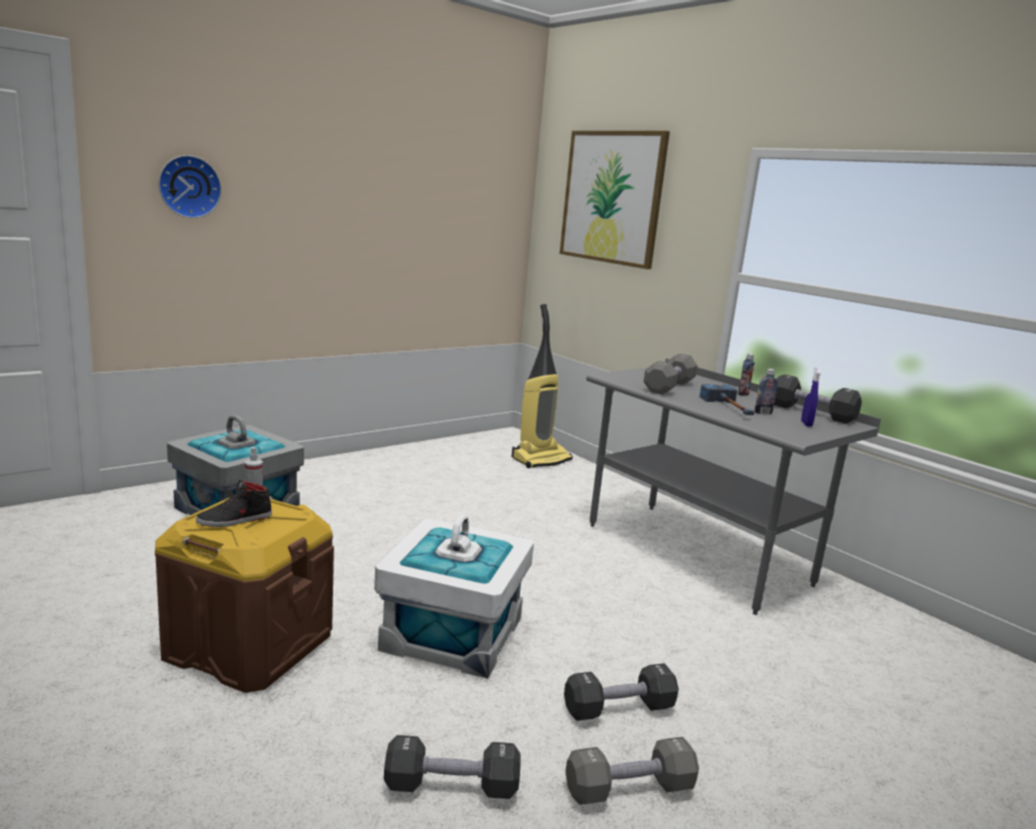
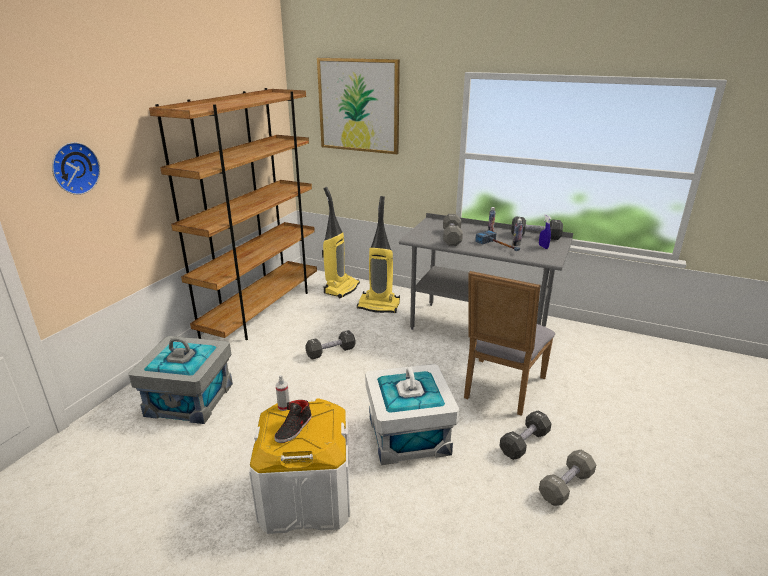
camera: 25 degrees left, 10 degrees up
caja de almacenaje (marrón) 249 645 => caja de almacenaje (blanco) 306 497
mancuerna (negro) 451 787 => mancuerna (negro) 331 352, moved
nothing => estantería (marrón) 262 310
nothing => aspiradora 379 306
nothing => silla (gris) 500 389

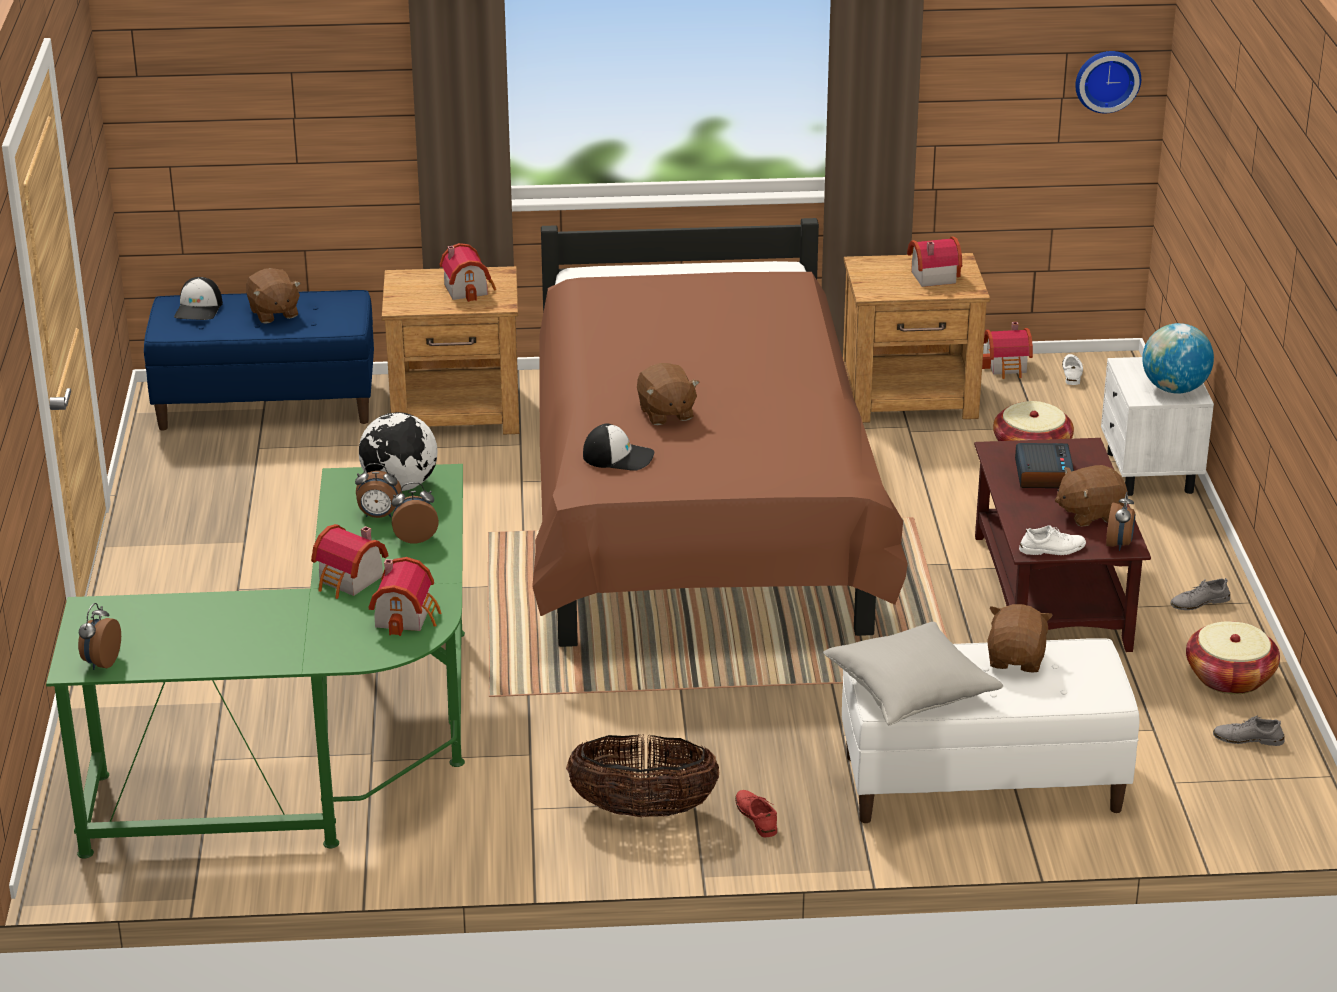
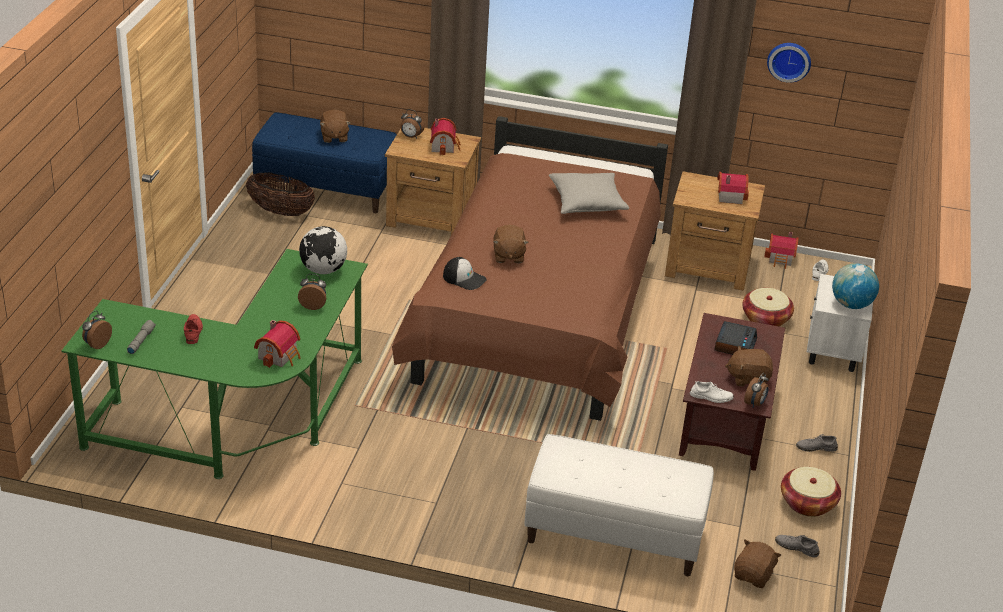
camera: 15 degrees right, 5 degrees up
reloj de pared 1107 79 => reloj de pared 789 61, moved
gorra 199 309 => nothing
despertador 378 516 => despertador 411 137, moved
casita 350 581 => nothing
peluche (marrón) 1016 659 => peluche (marrón) 753 575, moved
cojín (gris) 911 690 => cojín (gris) 587 202, moved
cesta 643 810 => cesta 280 212, moved
zapato (rojo) 756 817 => zapato (rojo) 193 331, moved
nothing => linterna (gris) 141 340

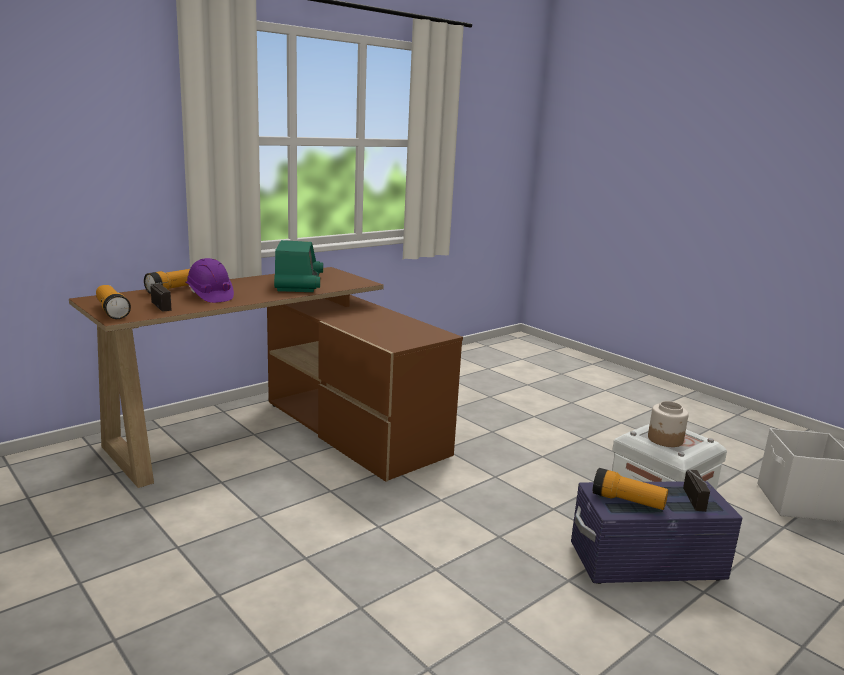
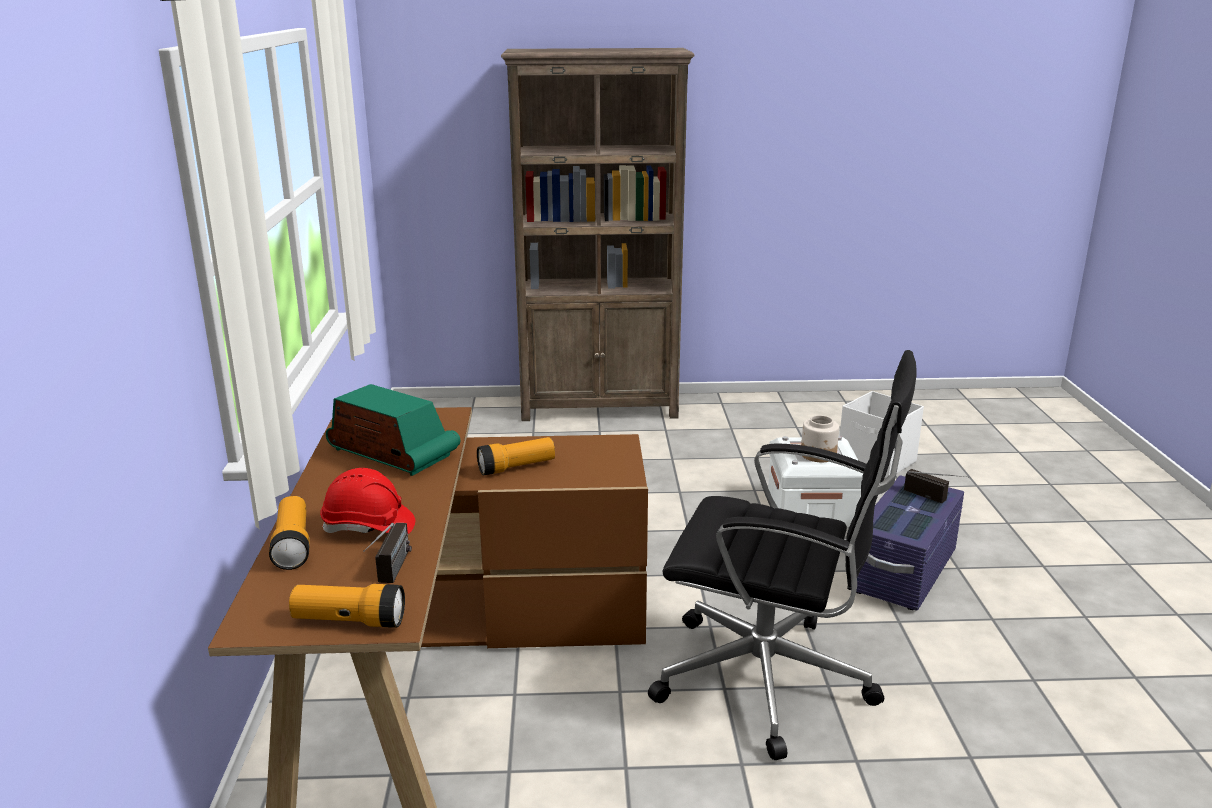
camera: 50 degrees left, 5 degrees up
casco (morado) 210 296 => casco (rojo) 369 527
radio 165 308 => radio 391 575, 90 degrees clockwise
linterna 628 501 => linterna 516 467, moved
nothing => estantería (marrón) 600 408
nothing => silla de oficina (negro) 770 681

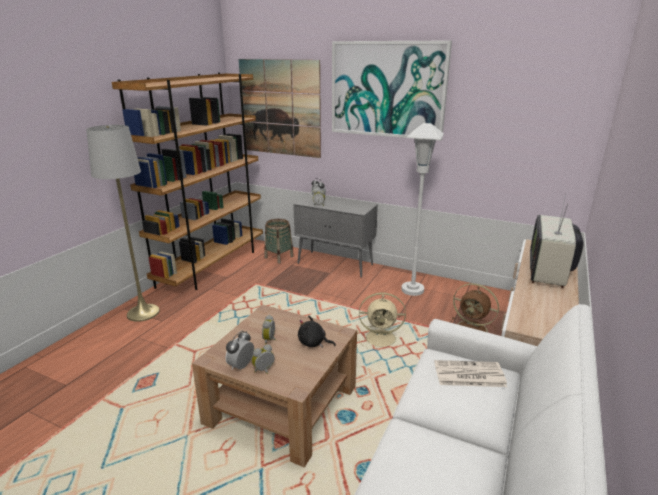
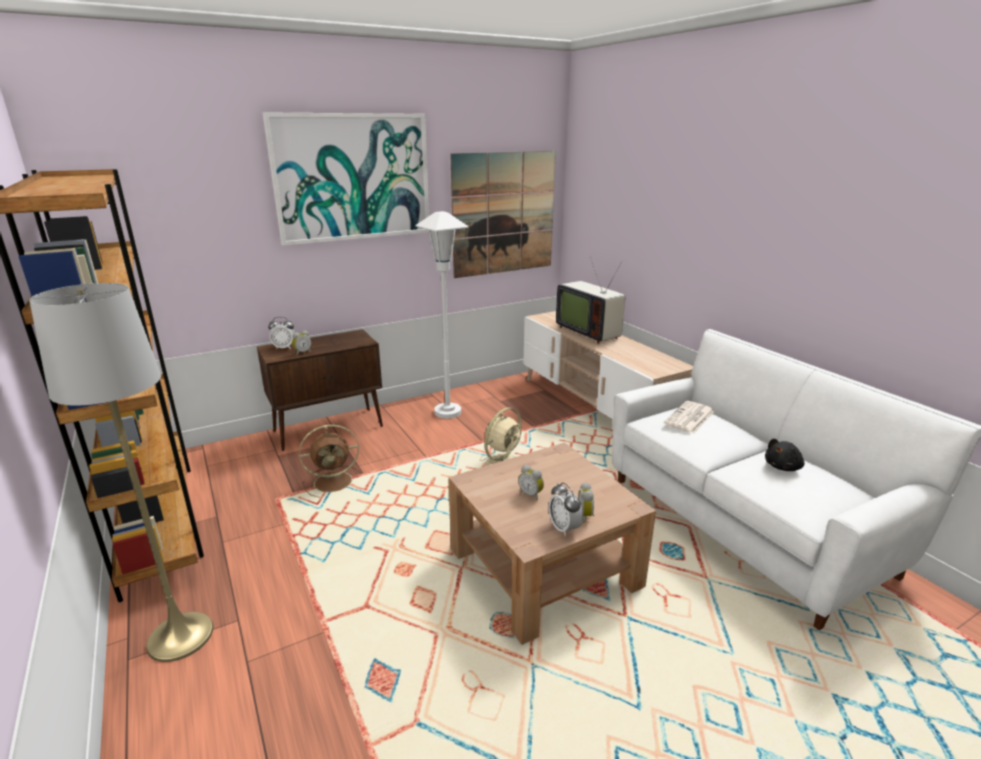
camera: 55 degrees left, 0 degrees up
cuadro 280 108 => cuadro 504 214, moved
armario (gris) 335 264 => armario (marrón) 329 428
cesta 279 257 => nothing
ventilador (marrón) 473 329 => ventilador (marrón) 335 482, moved
peluche (negro) 313 343 => peluche (negro) 783 467, moved

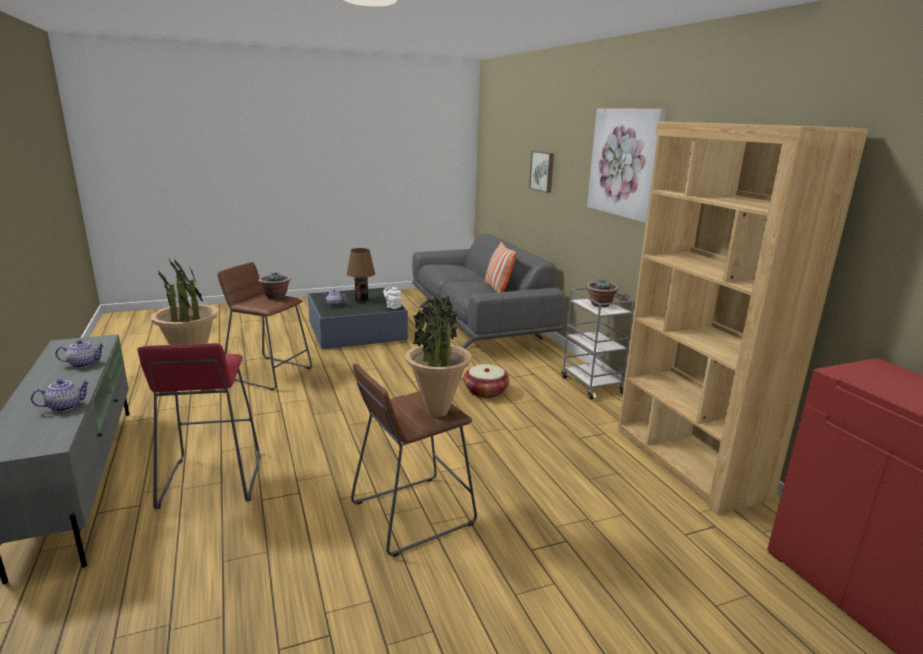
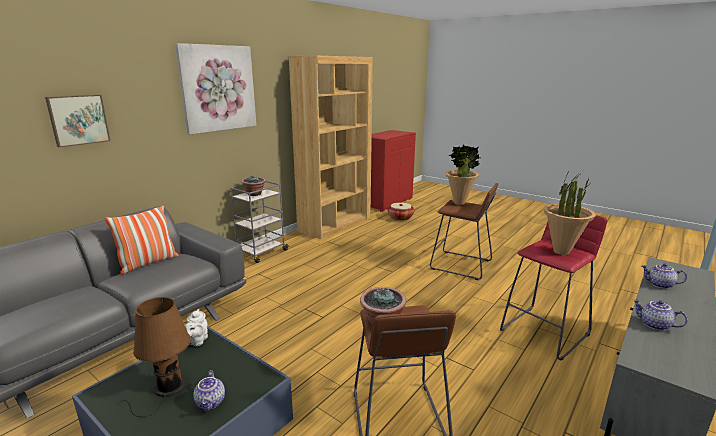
camera: 120 degrees left, 0 degrees up
cesta 485 391 => cesta 400 217, moved

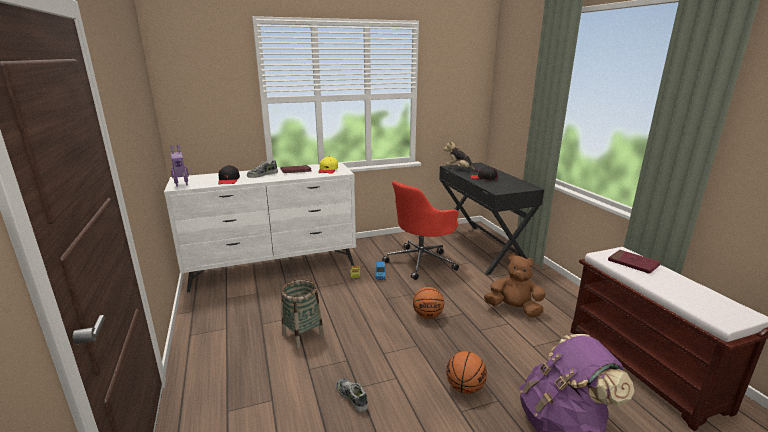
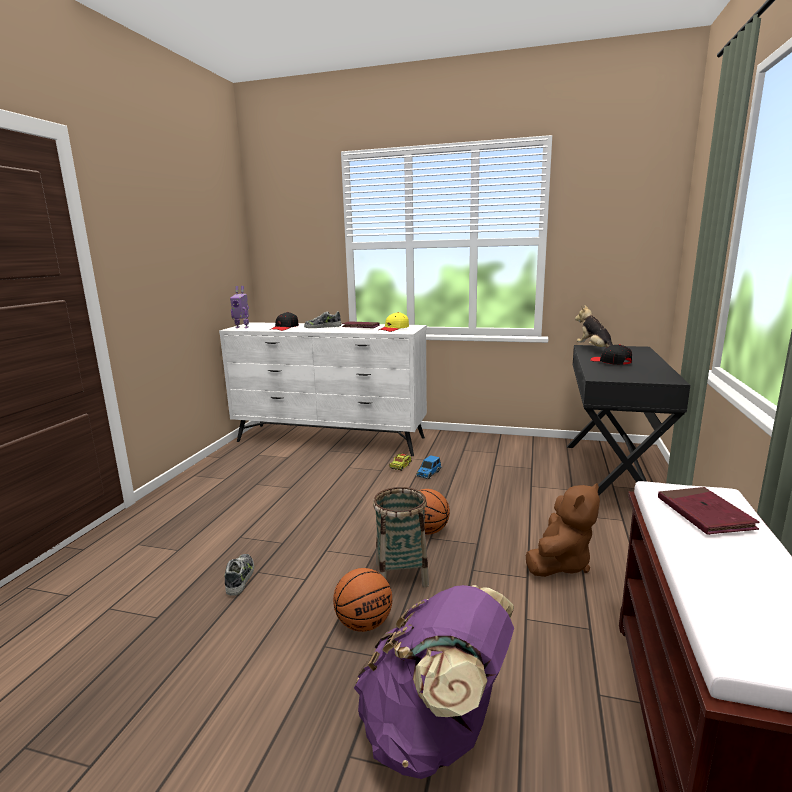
camera: 35 degrees right, 5 degrees down
silla de oficina (rojo) 421 262 => nothing
peluche (marrón) 513 309 => peluche (marrón) 560 563, 75 degrees clockwise
cesta 303 335 => cesta 401 574, moved

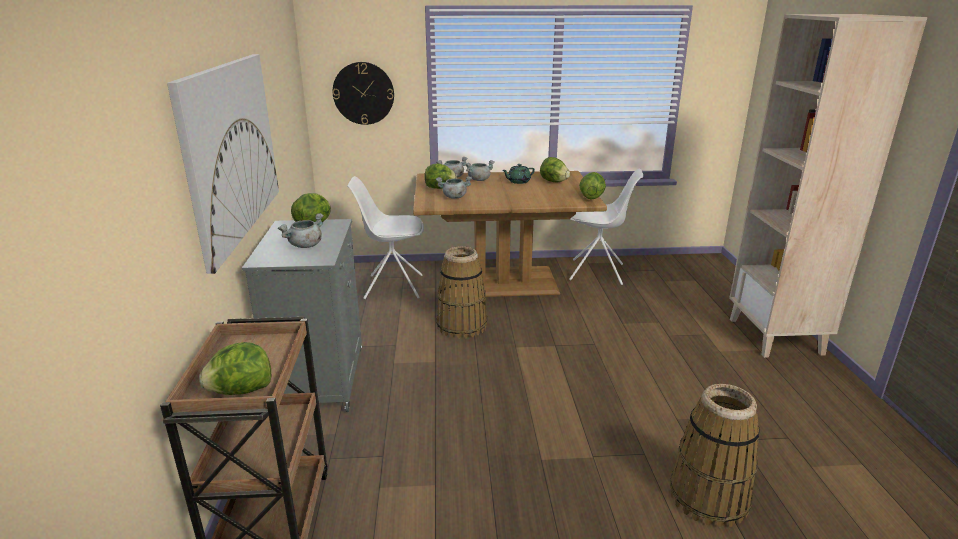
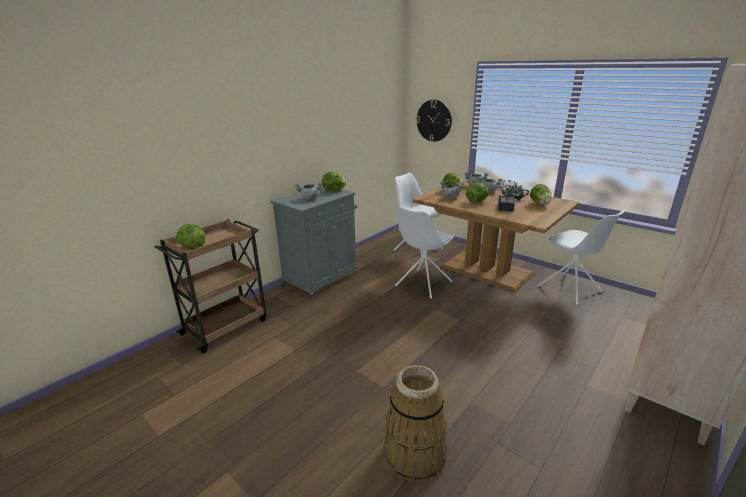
camera: 45 degrees right, 0 degrees up
cuadro 232 150 => nothing
lechuga 591 197 => lechuga 477 201, moved
cesta 461 325 => silla (blanco) 423 284
nothing => planta en maceta 505 208

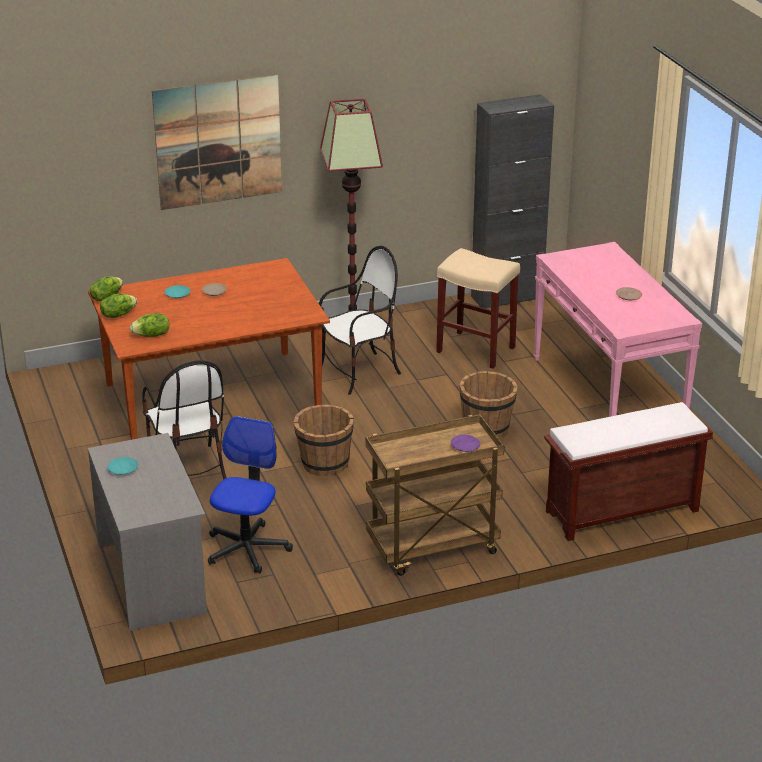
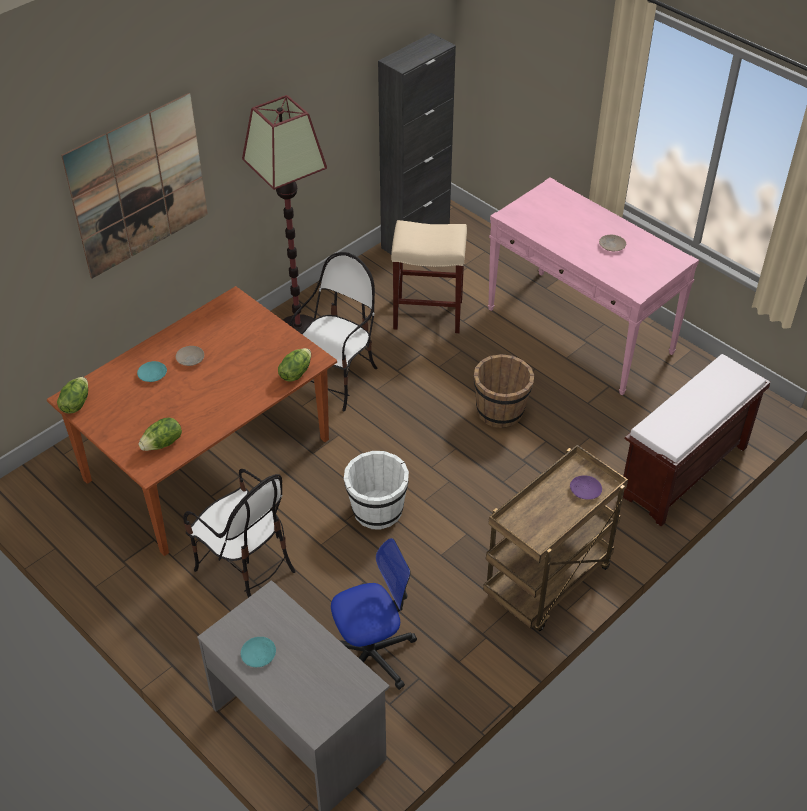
camera: 25 degrees left, 15 degrees up
lechuga 118 314 => lechuga 295 373, moved
cubo (marrón) 324 464 => cubo (blanco) 377 511
silla de oficina 247 549 => silla de oficina 371 654, 75 degrees clockwise

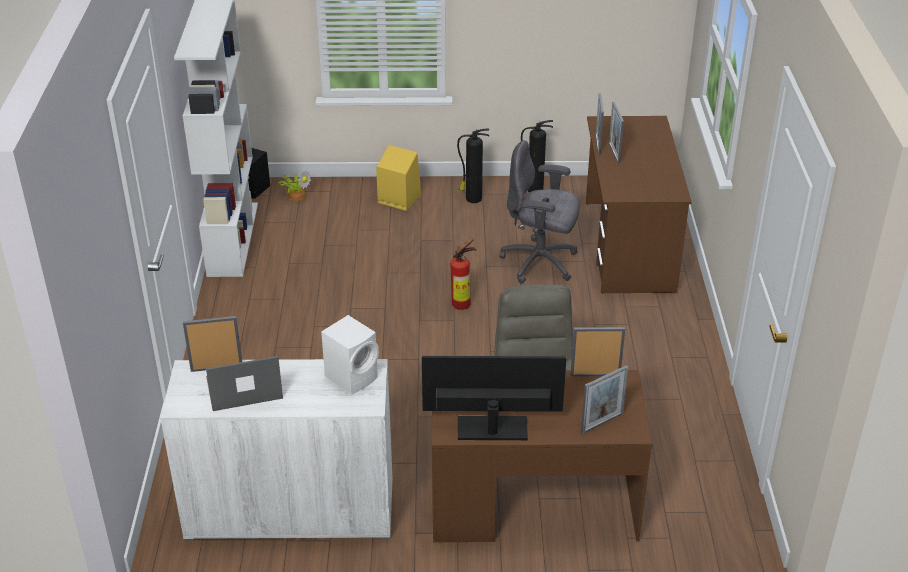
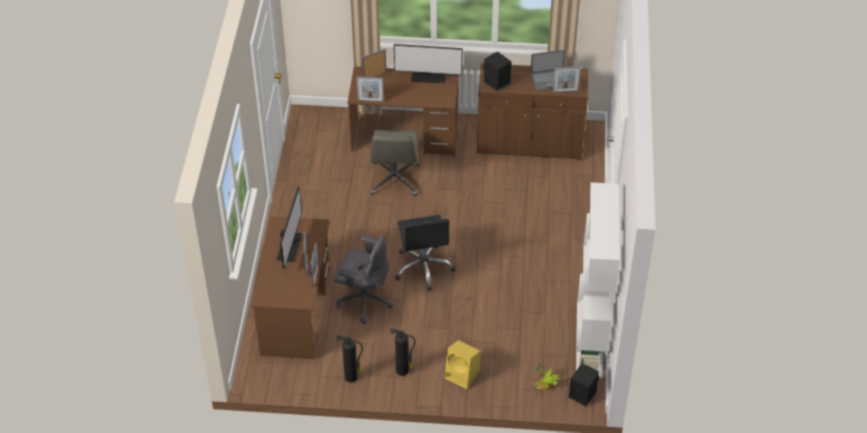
camera: 175 degrees left, 10 degrees up
extintor 463 304 => silla de oficina (negro) 423 267
altavoz (blanco) 353 376 => altavoz (negro) 496 82
armario (blanco) 290 510 => armario (marrón) 529 143
nothing => monitor 289 246

